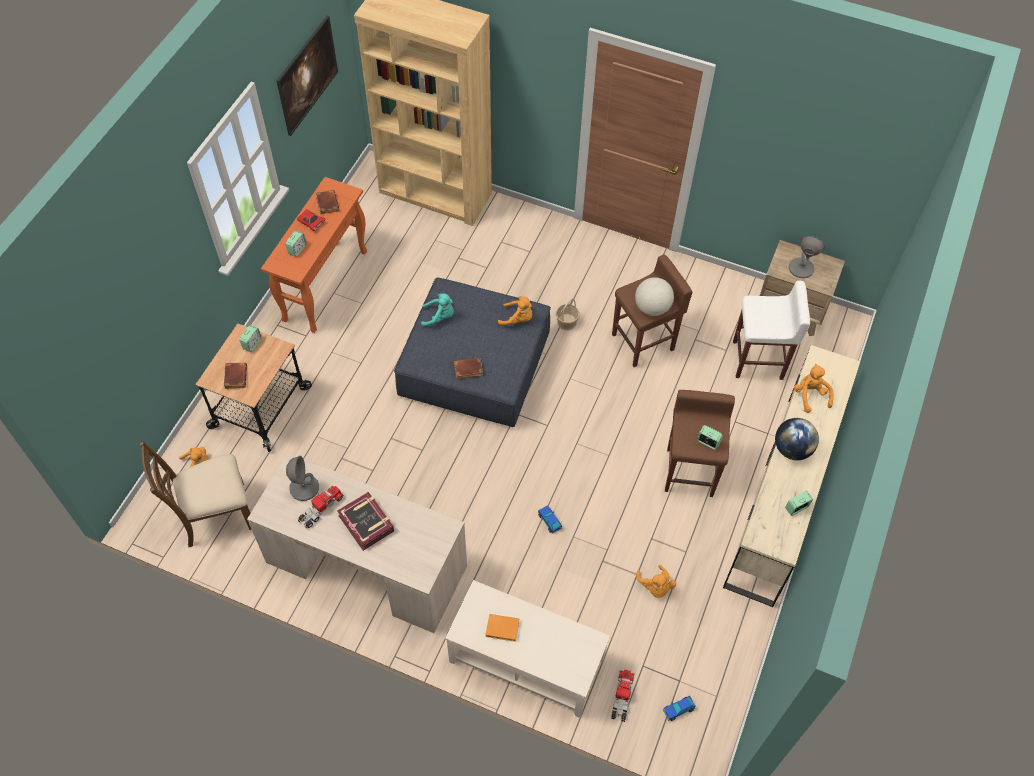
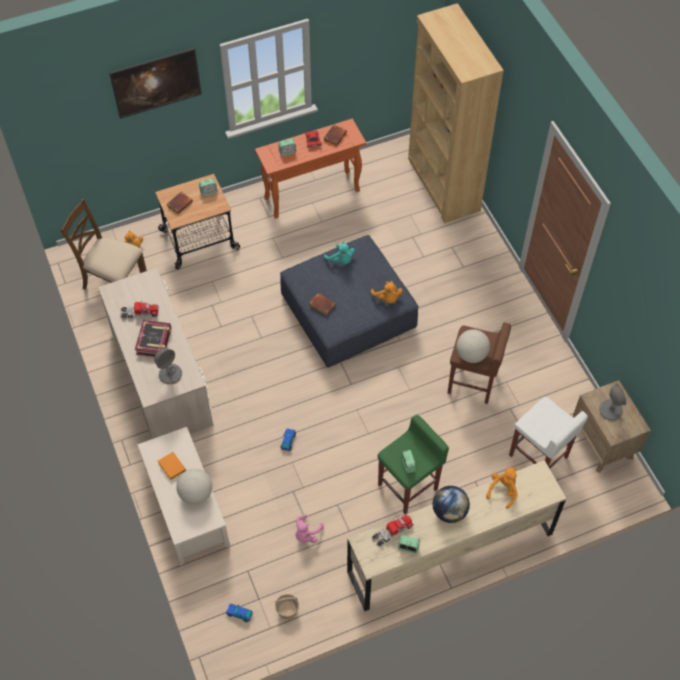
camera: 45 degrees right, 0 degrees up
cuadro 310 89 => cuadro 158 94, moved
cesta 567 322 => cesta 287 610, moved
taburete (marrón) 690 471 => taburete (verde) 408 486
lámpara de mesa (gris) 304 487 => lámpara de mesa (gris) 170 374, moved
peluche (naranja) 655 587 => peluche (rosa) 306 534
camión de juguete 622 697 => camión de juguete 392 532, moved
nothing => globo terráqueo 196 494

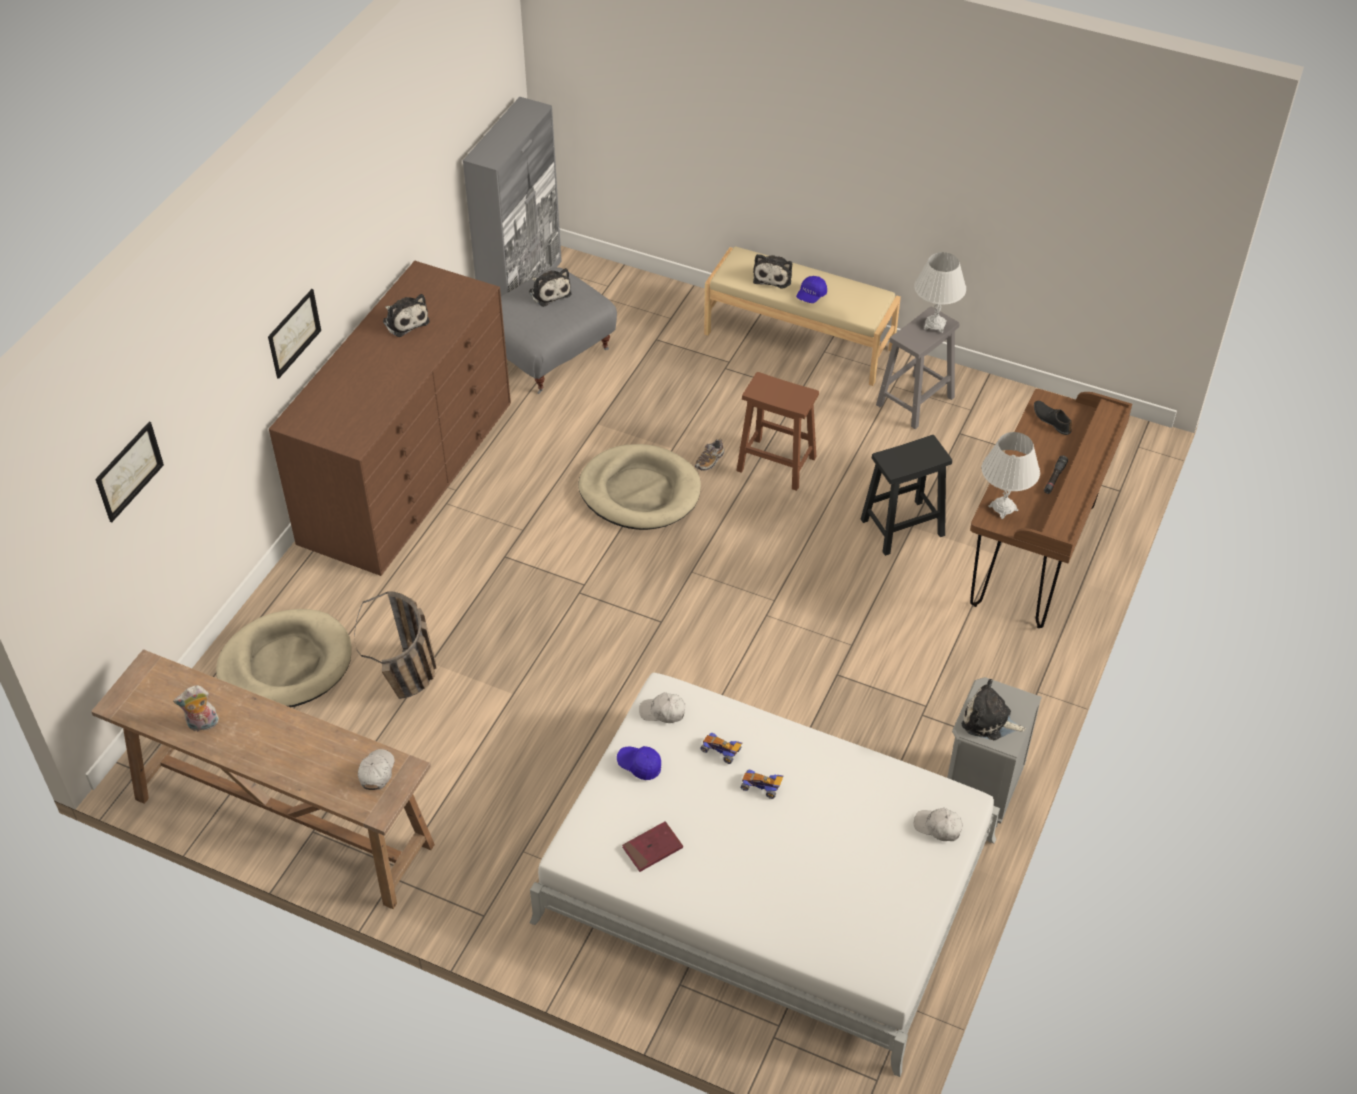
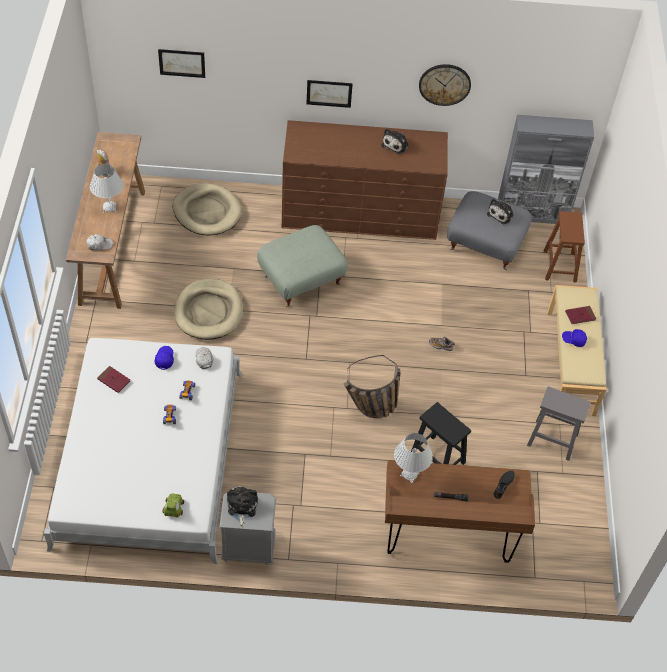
camera: 65 degrees right, 5 degrees up
lámpara de mesa (blanco) 935 325 => lámpara de mesa (blanco) 109 207, moved
peluche 773 276 => libro (rojo) 580 316
taburete (marrón) 777 464 => taburete (marrón) 560 267, moved
cama para perro (beis) 640 491 => cama para perro (beis) 209 311, moved
cesta 410 684 => cesta 370 410, moved
gorra (blanco) 938 827 => coche de juguete 173 508
nothing => reloj de pared 444 84
nothing => puf (gris) 301 279

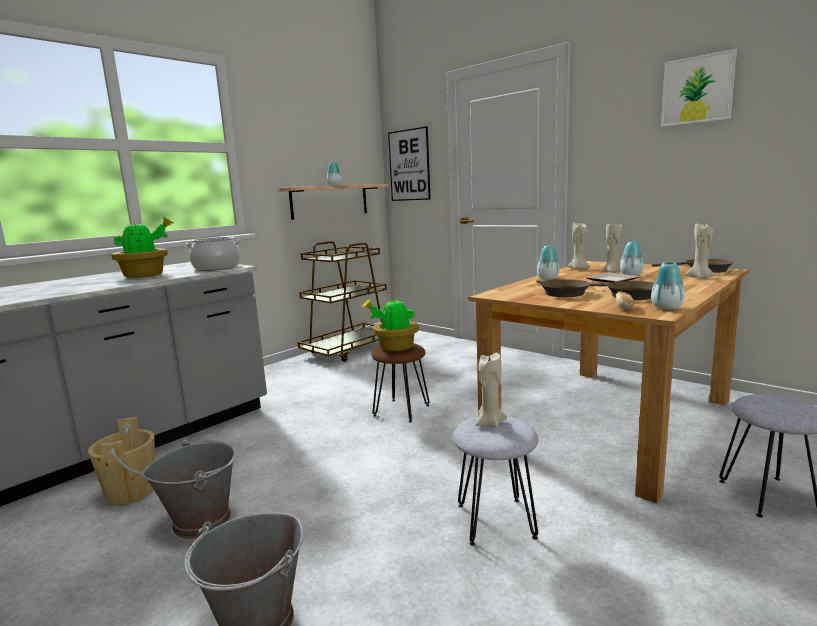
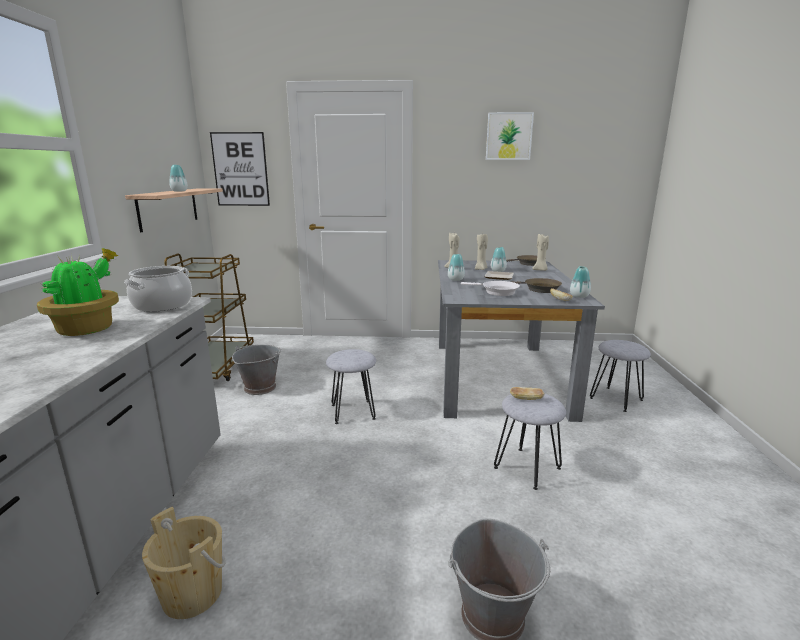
camera: 40 degrees left, 5 degrees up
mesa de comedor (marrón) 612 421 => mesa de comedor (gris) 499 377
sartén (marrón) 561 293 => sartén (blanco) 496 292
planta en maceta 395 348 => nothing
taburete (marrón) 401 410 => taburete (gris) 352 411
vela (beis) 489 423 => pan 526 399
cubo (gris) 202 520 => cubo (gris) 260 387, moved

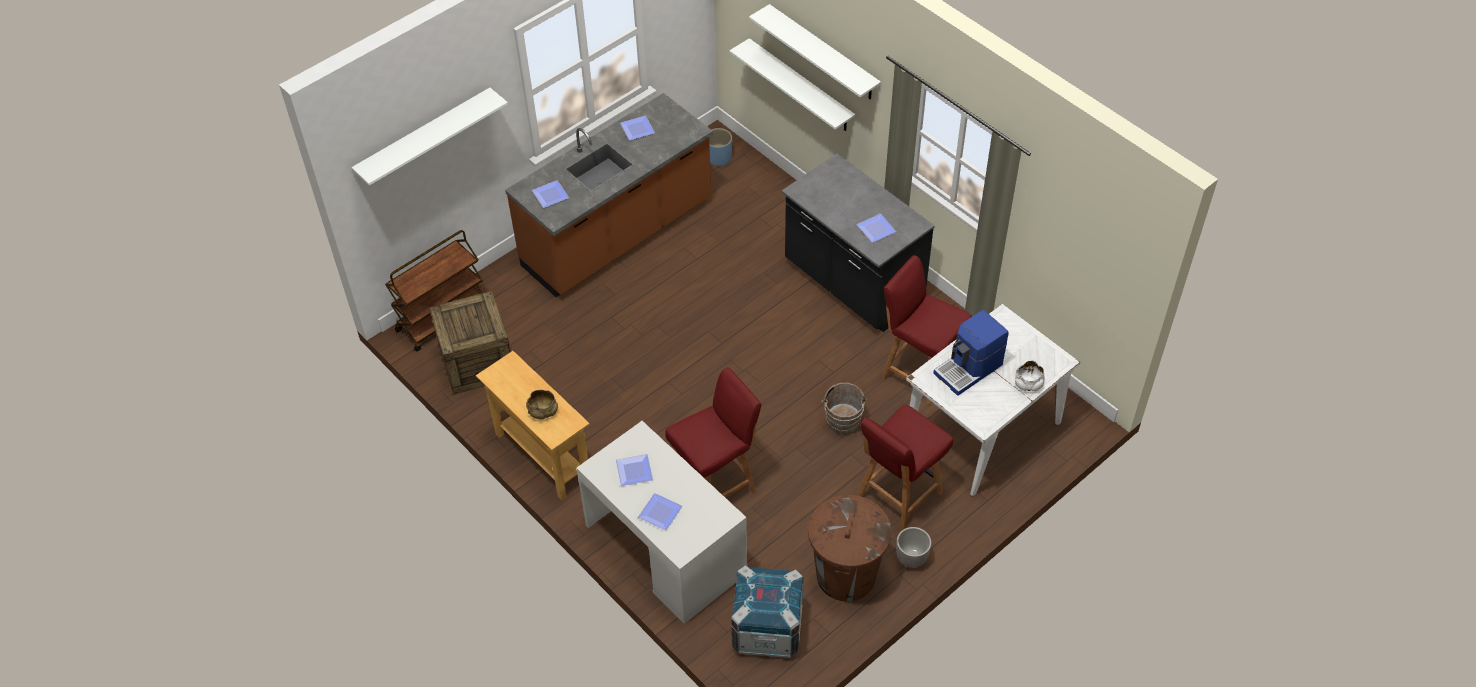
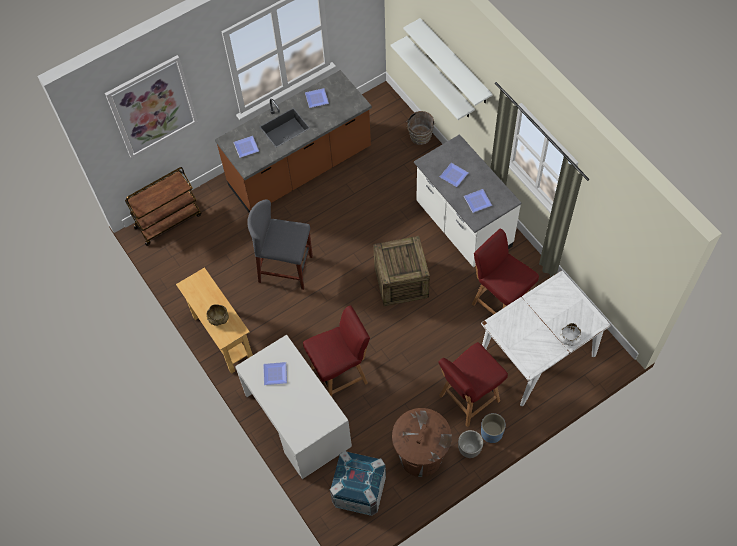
camera: 10 degrees right, 10 degrees up
estante (blanco) 424 138 => cuadro 152 107
maceta (azul) 719 158 => maceta (azul) 491 433, moved
mueble bajo de cocina (negro) 852 284 => mueble bajo de cocina (blanco) 462 226
caja de embalaje 477 362 => caja de embalaje 401 282, moved
cafetera 969 369 => nothing
cubo (marrón) 843 424 => cubo (marrón) 420 138, moved
plato 660 514 => plato 454 176, moved
nothing => taburete (gris) 286 269

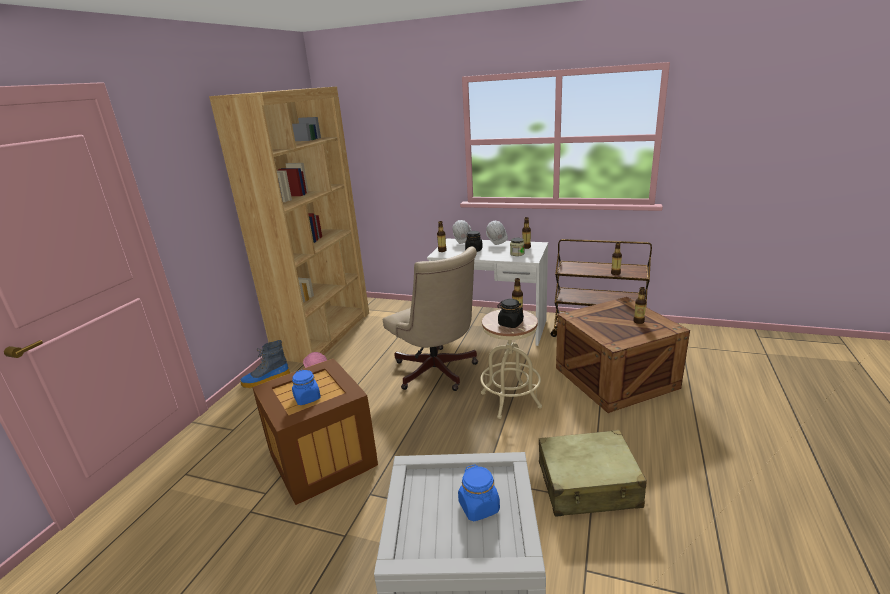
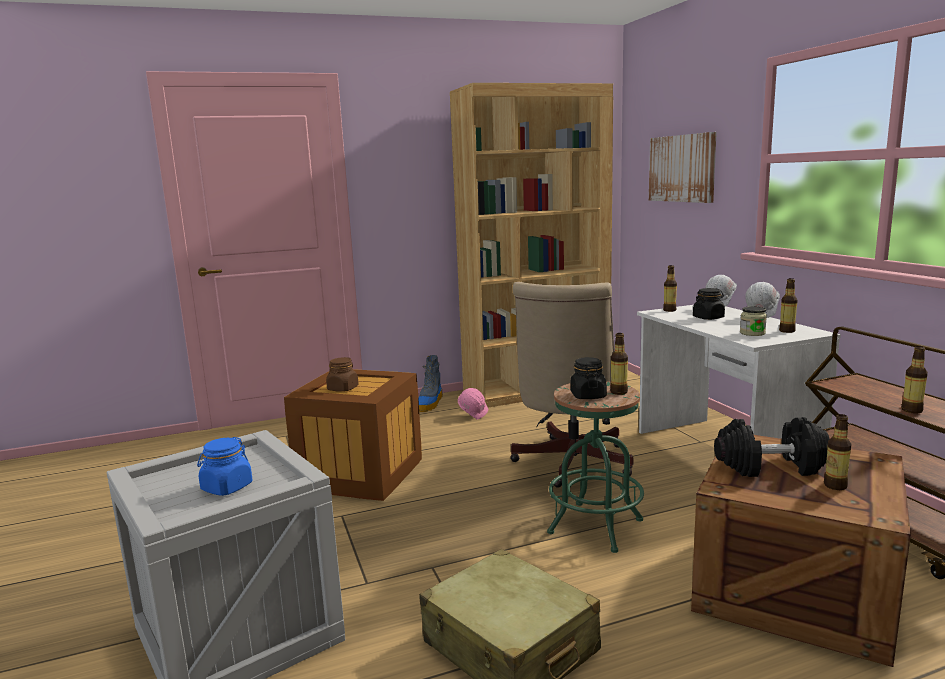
camera: 50 degrees right, 10 degrees down
taburete (beis) 510 400 => taburete (verde) 595 526
bota 265 380 => bota 430 404, 105 degrees counterclockwise
tarro (azul) 307 398 => tarro (marrón) 343 389
nothing => cuadro 682 168
nothing => mancuerna (negro) 770 467

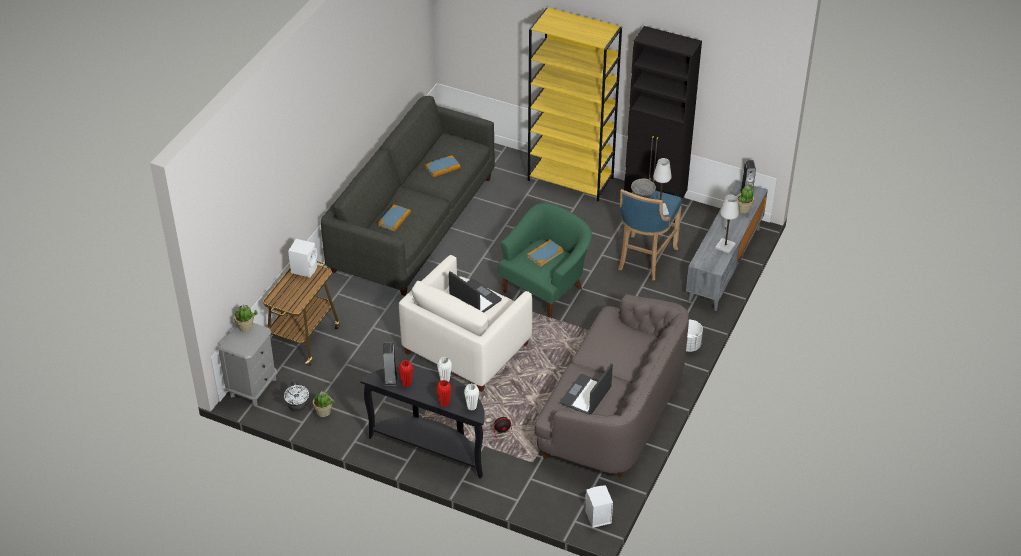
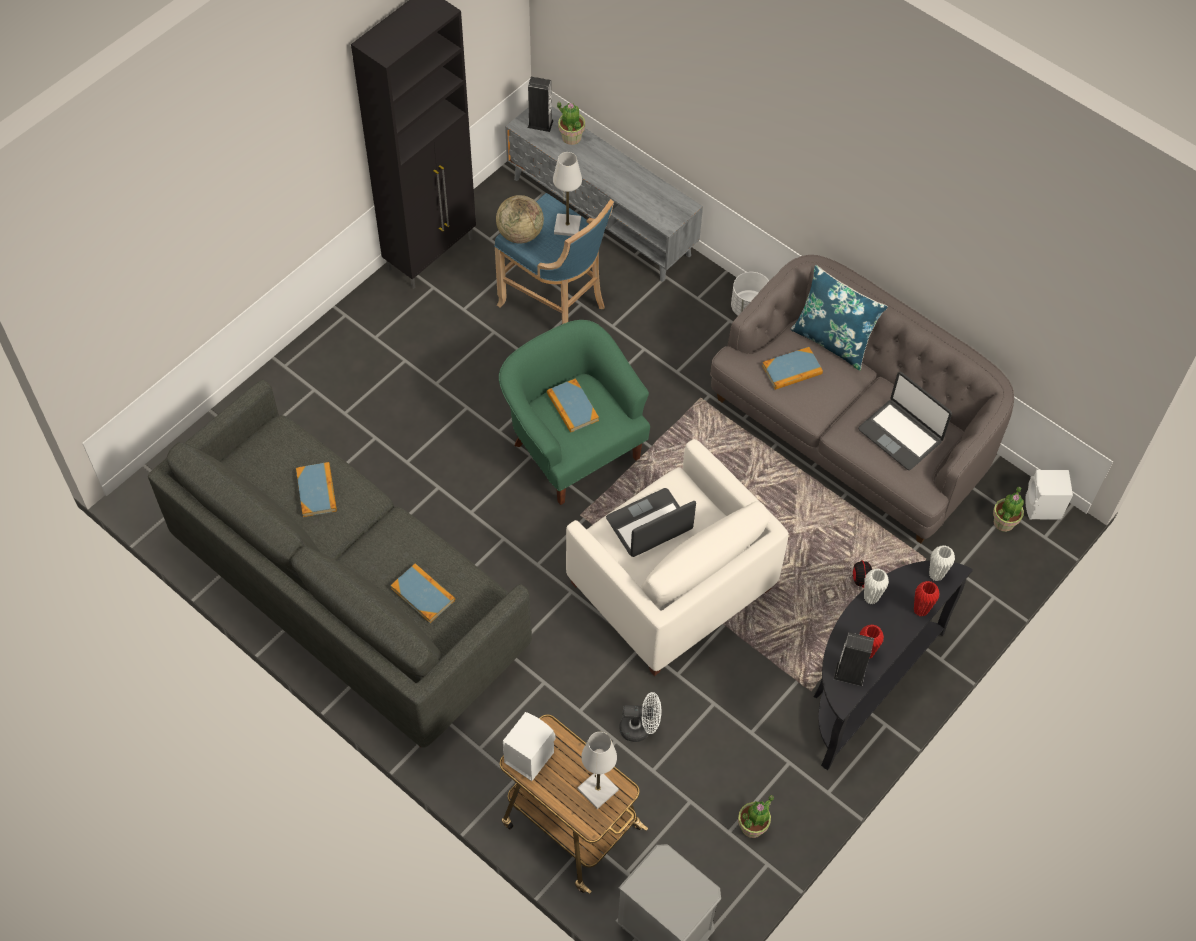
camera: 75 degrees left, 15 degrees up
estantería (amarillo) 571 179 => nothing
cuenco (gris) 643 193 => globo terráqueo 520 234
lámpara de mesa (blanco) 725 246 => lámpara de mesa (blanco) 597 790, moved
planta en maceta 245 327 => planta en maceta 1004 522, moved
ventilador (blanco) 298 407 => ventilador (blanco) 640 728, moved
nothing => cojín (azul) 833 340
nothing => libro 792 370

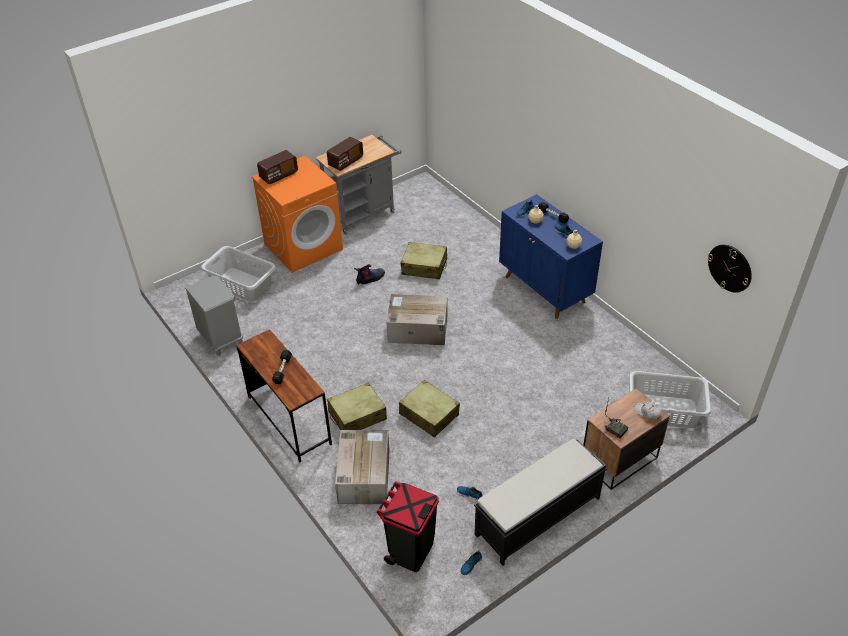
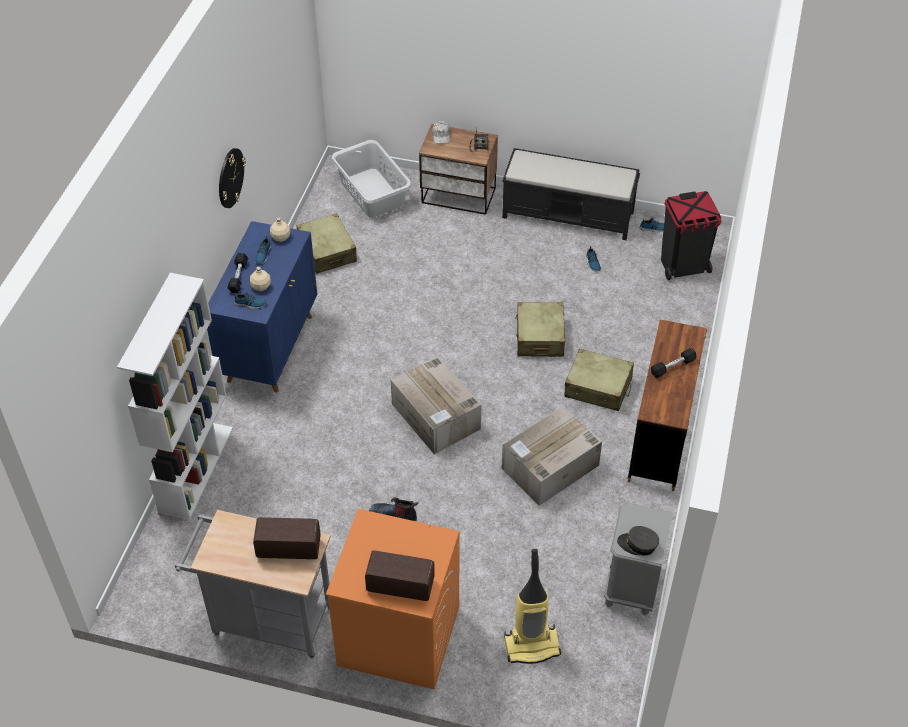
camera: 130 degrees left, 5 degrees up
maleta (beis) 424 267 => maleta (beis) 327 251, moved
reloj de pared 730 268 => reloj de pared 230 178, moved
cesto de la ropa (gris) 242 285 => aspiradora 532 645
caja de cartón 364 475 => caja de cartón 549 467, moved
nothing => estantería (blanco) 196 469
nothing => gorra (gris) 638 545

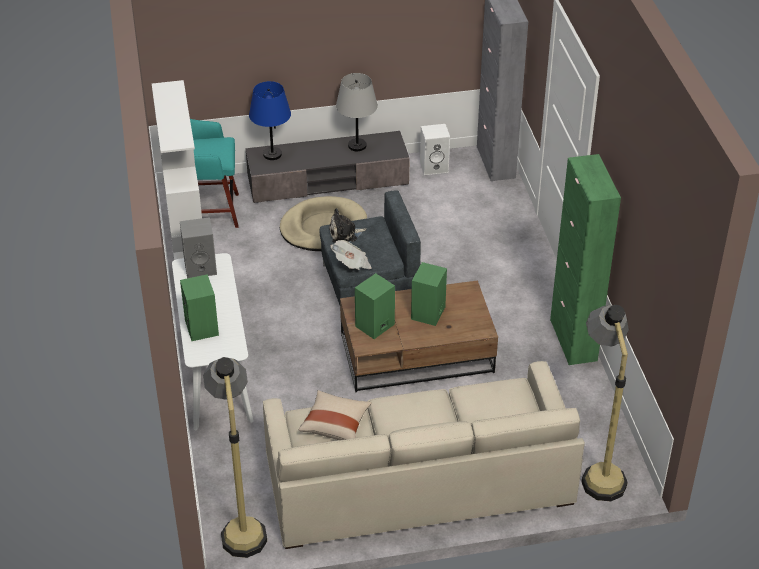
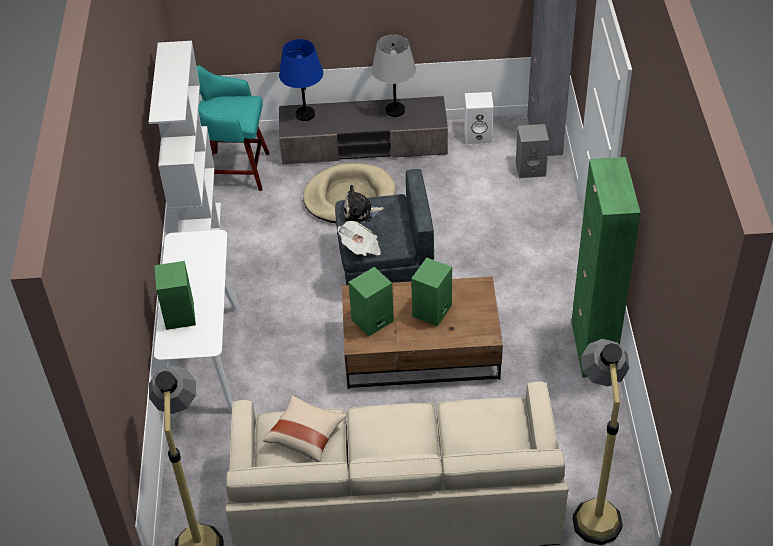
camera: 10 degrees right, 5 degrees up
altavoz (gris) 201 267 => altavoz (gris) 531 168, moved

